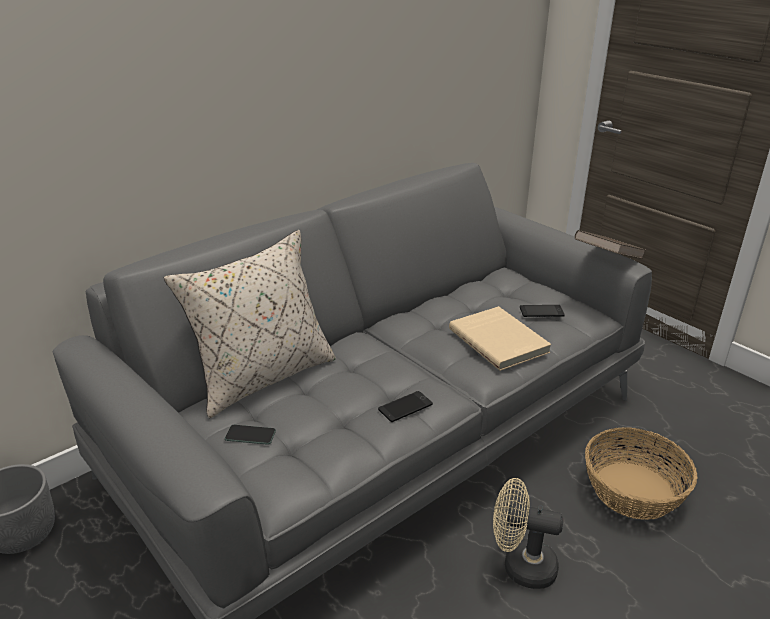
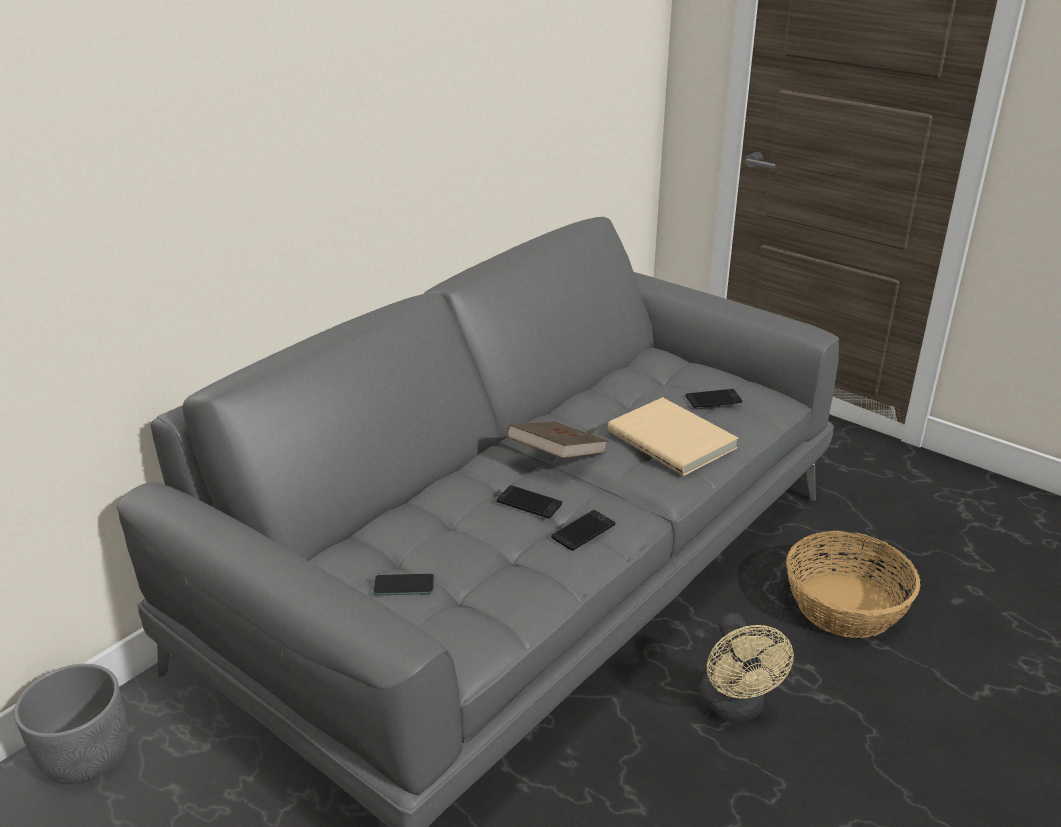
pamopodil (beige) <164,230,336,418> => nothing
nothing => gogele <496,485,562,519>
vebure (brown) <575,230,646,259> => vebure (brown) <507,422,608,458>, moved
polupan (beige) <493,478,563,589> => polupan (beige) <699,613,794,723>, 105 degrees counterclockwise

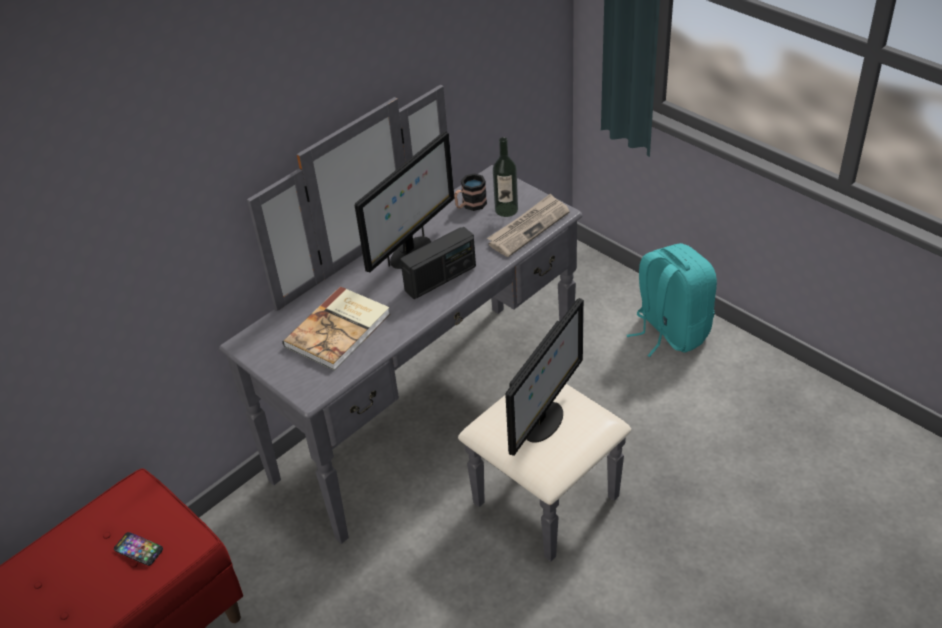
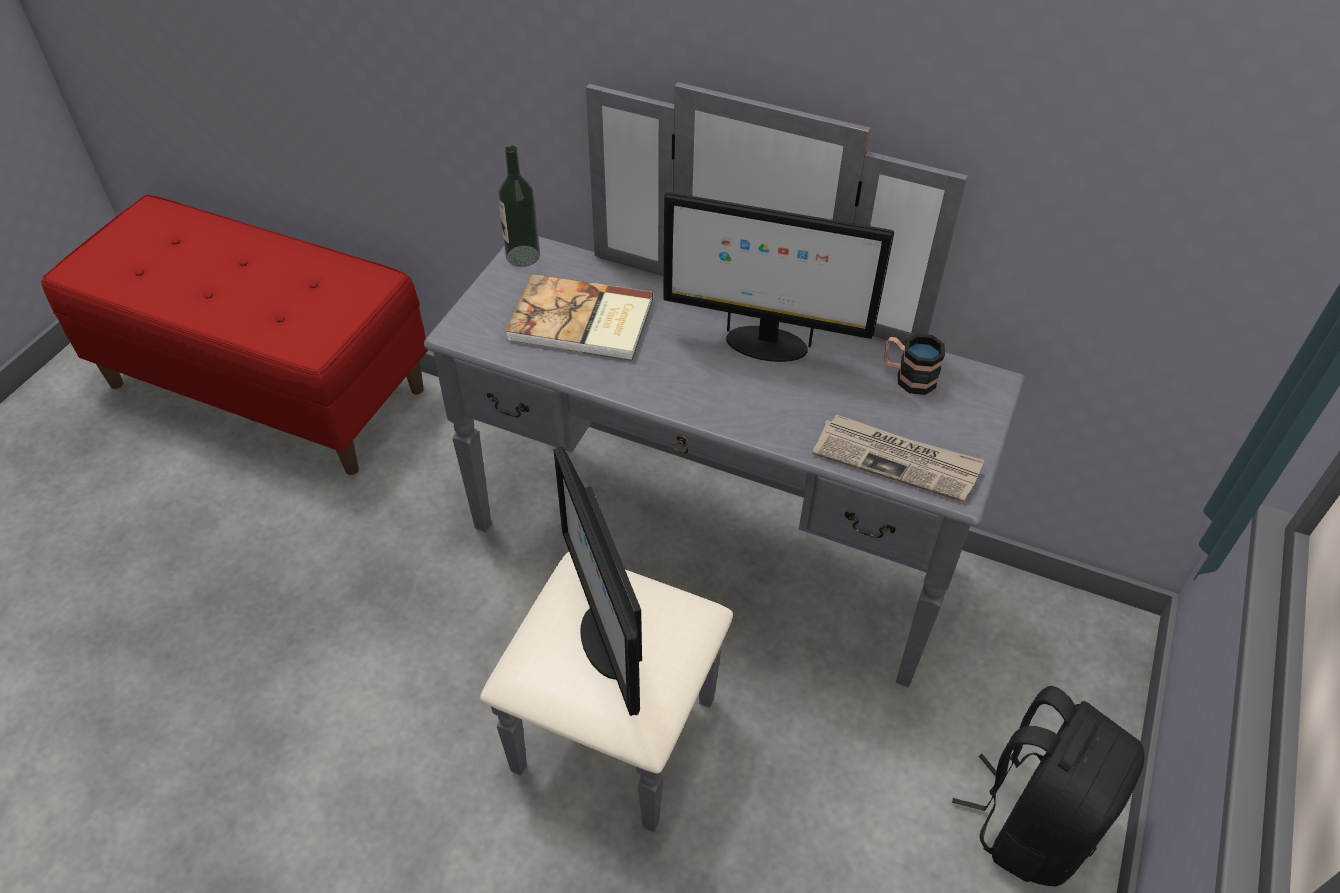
gogele <114,532,163,566> => nothing
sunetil <400,227,476,299> => nothing
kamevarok <493,137,518,217> => kamevarok <498,145,540,267>, moved
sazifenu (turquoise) <626,243,717,357> => sazifenu (black) <952,686,1145,886>
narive <505,298,584,456> => narive <553,447,642,716>, 60 degrees clockwise

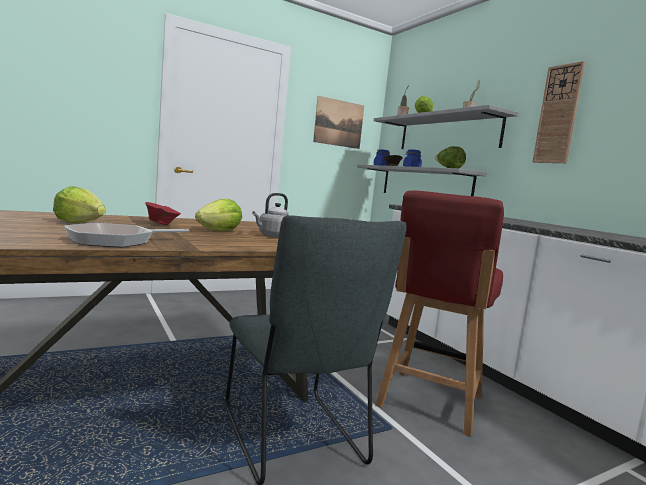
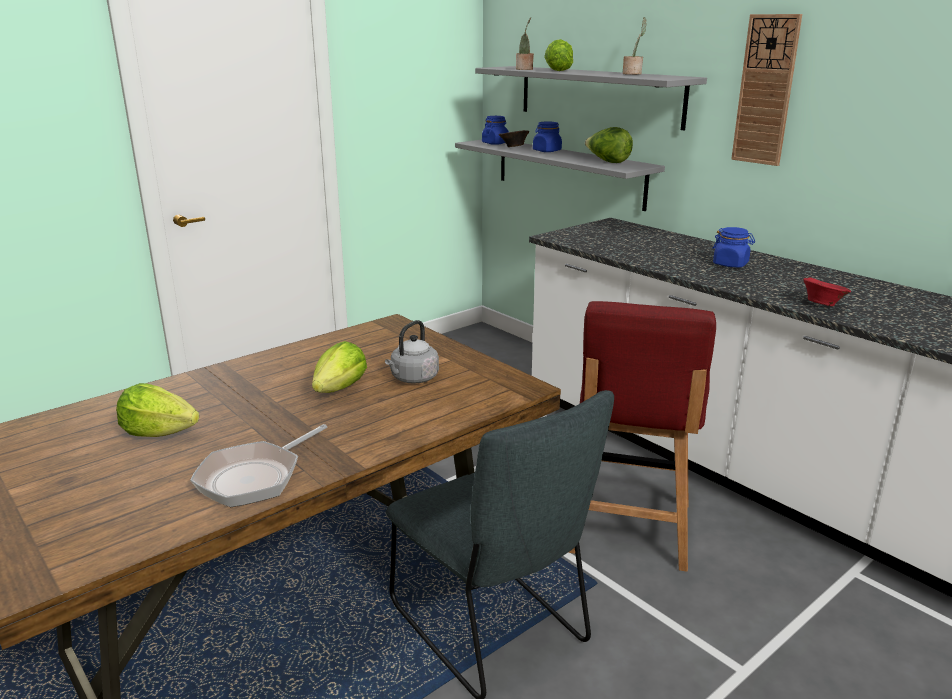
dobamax <313,96,364,149> => nothing
nothing => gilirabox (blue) <712,227,755,268>
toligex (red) <145,202,181,225> => toligex (red) <803,277,851,306>, moved

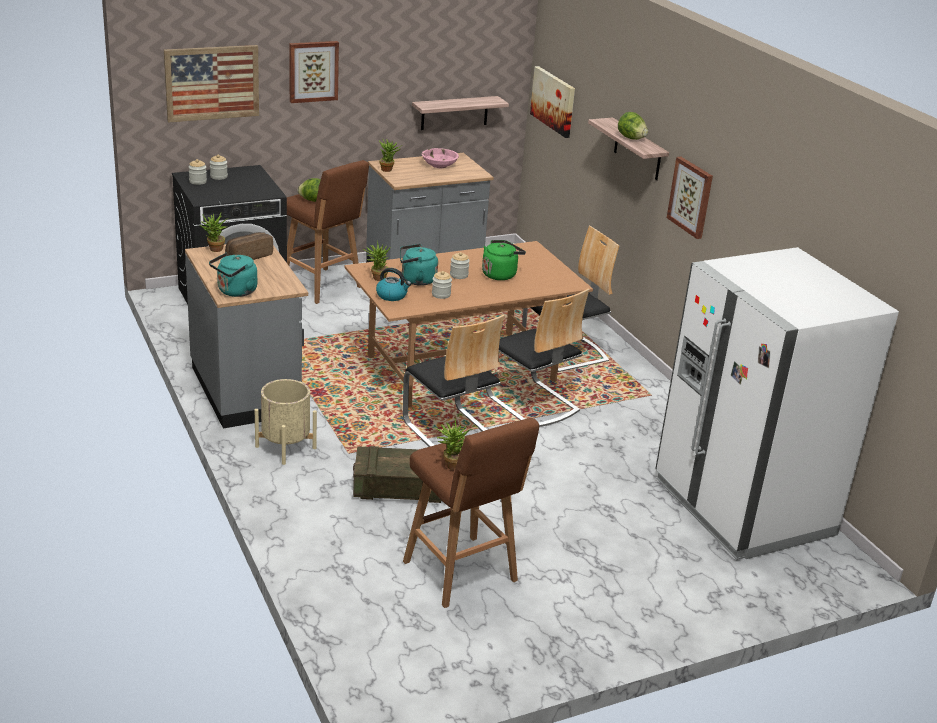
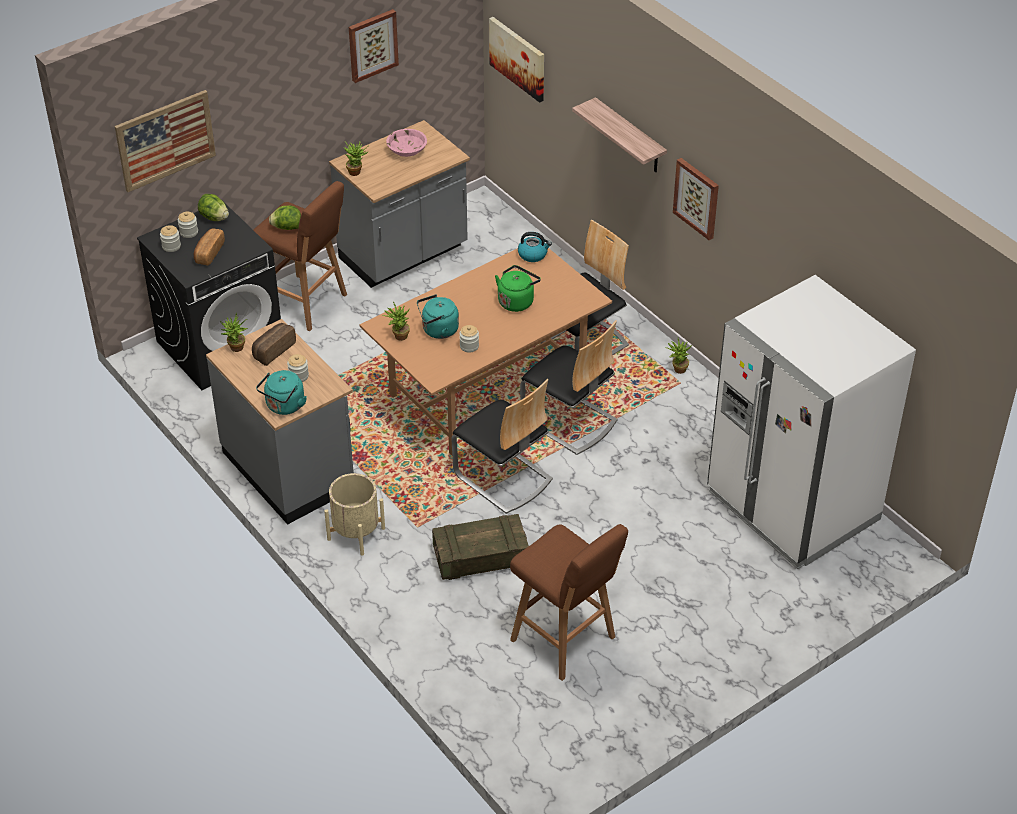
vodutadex <412,96,509,130> => nothing
nothing => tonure <194,228,225,266>
dobamax <289,41,339,103> => dobamax <349,9,399,83>, moved
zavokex <376,268,411,301> => zavokex <518,232,552,262>, moved
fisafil <434,418,469,470> => fisafil <665,337,692,374>, moved
gilirabox <450,252,470,279> => gilirabox <287,354,309,382>, moved
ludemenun <618,112,648,140> => ludemenun <198,194,229,221>, moved

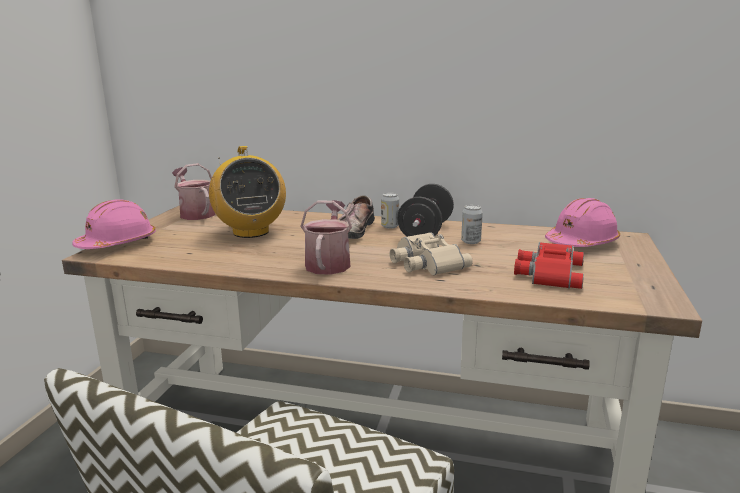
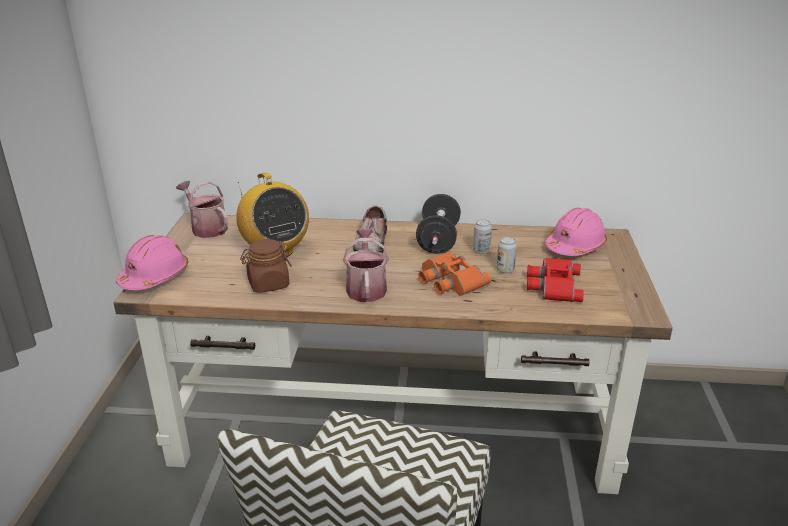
nothing => gilirabox (brown) <240,239,292,293>
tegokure <381,193,399,229> => tegokure <496,237,517,274>, moved
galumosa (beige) <389,232,473,275> => galumosa (orange) <418,251,491,296>

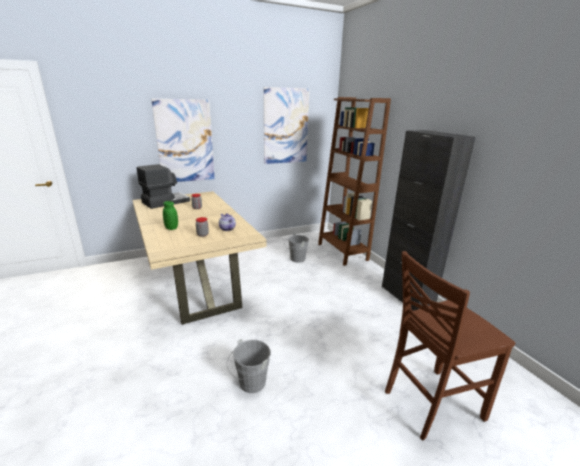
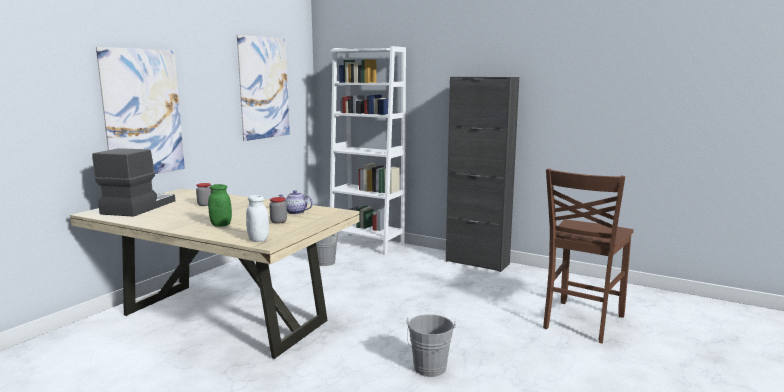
nothing => gilirabox (white) <246,195,269,242>
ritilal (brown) <318,97,391,266> => ritilal (white) <330,46,406,255>

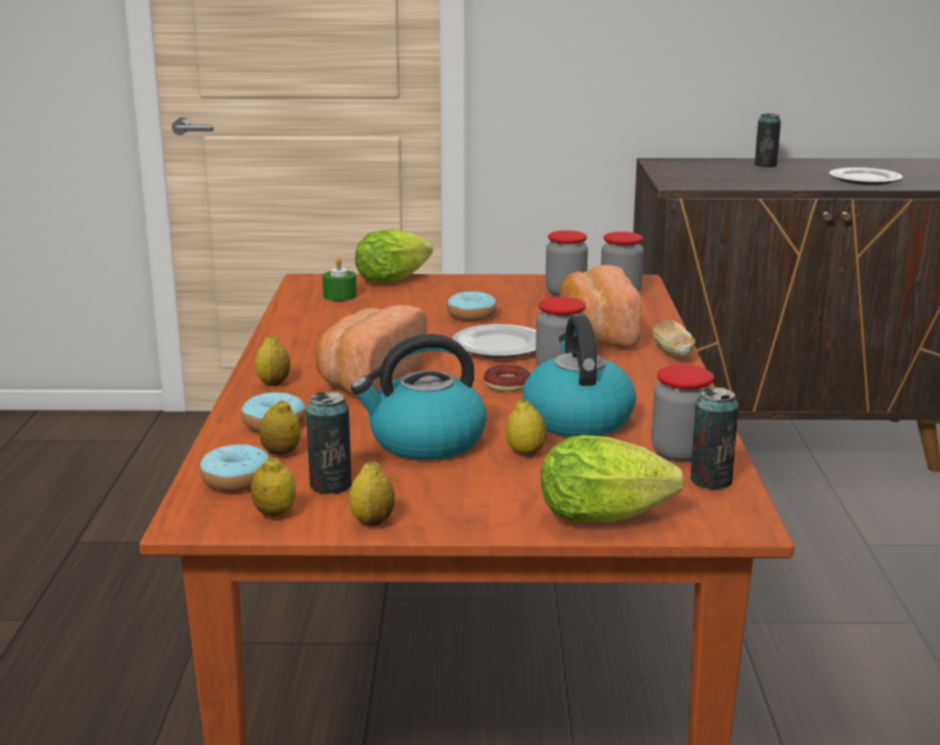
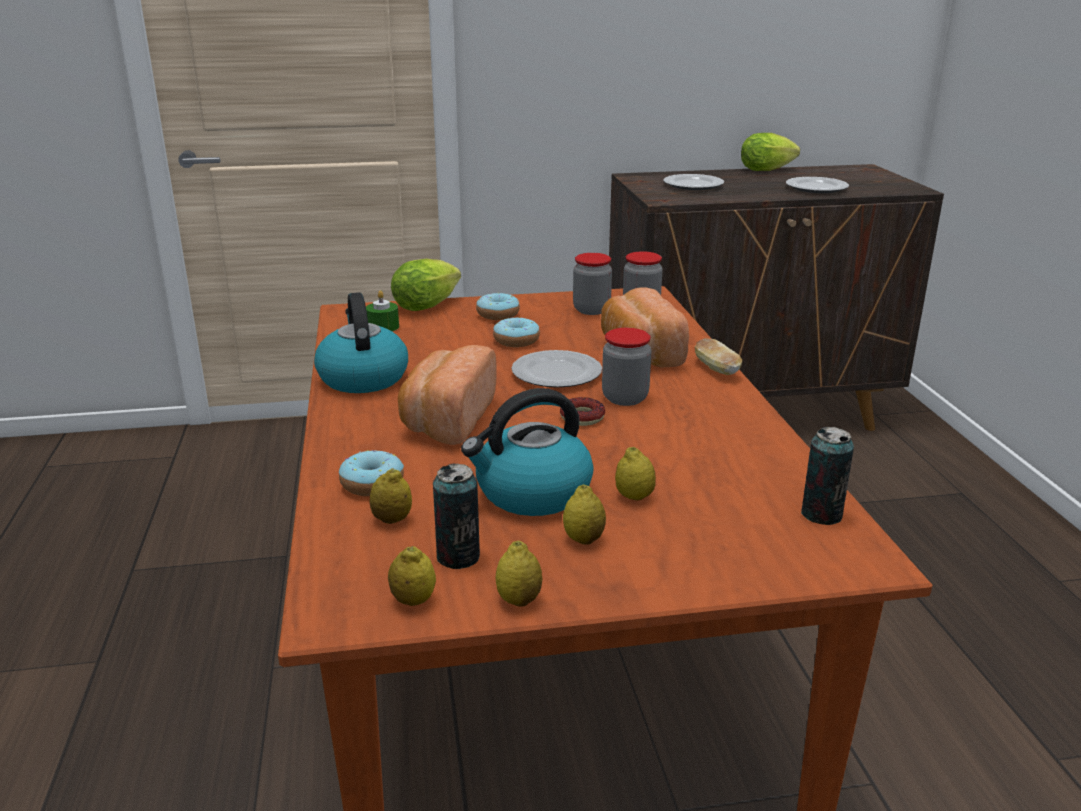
gilirabox <652,365,714,462> => nothing
tegokure <755,113,781,167> => nothing
nothing => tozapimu <663,174,724,190>
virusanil <200,444,269,492> => virusanil <476,293,520,320>, moved
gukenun <255,336,290,386> => gukenun <563,485,606,545>, moved
zavokex <523,316,636,437> => zavokex <314,292,408,393>, moved
ludemenun <541,435,684,523> => ludemenun <741,133,800,171>, moved

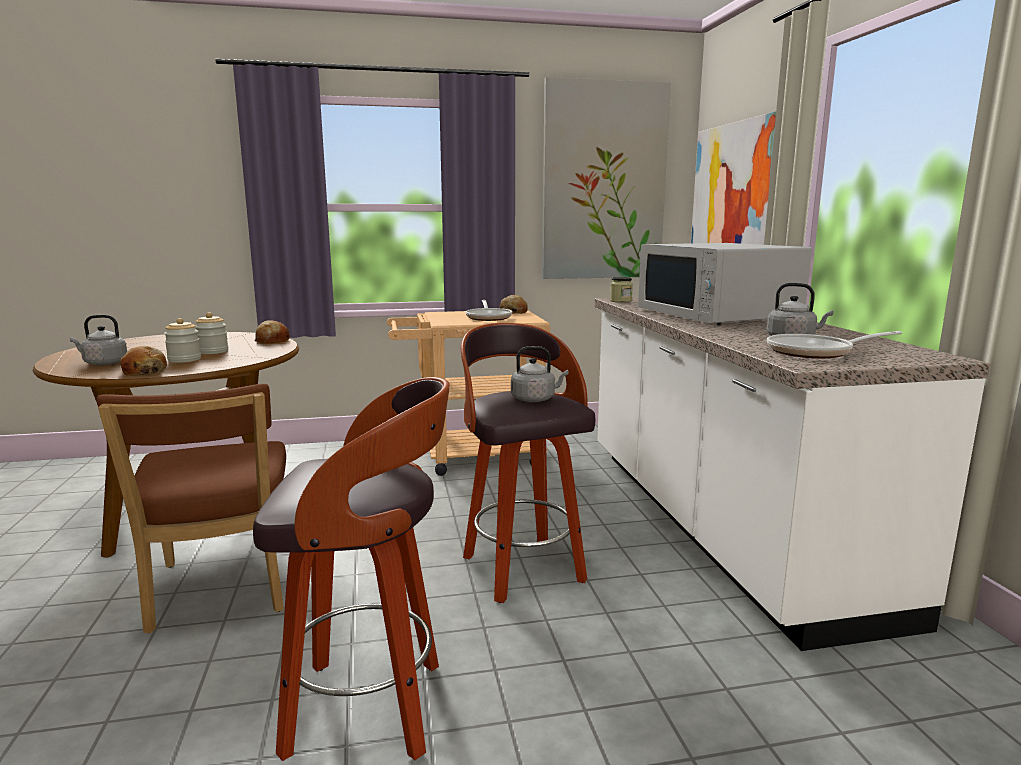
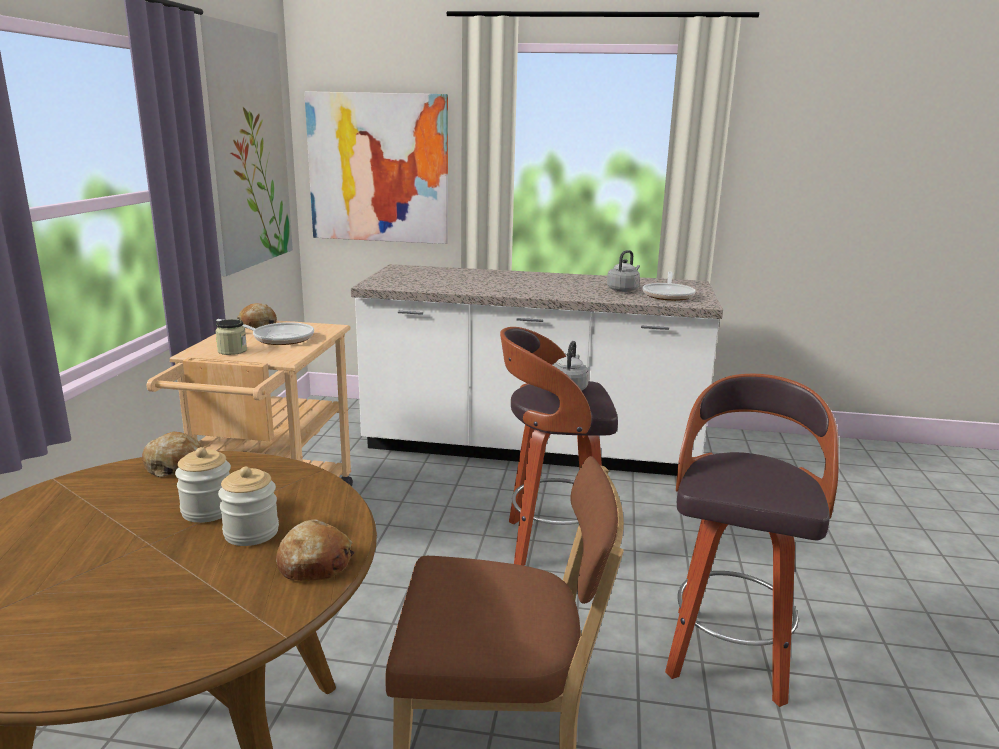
zavokex (grey) <70,315,127,365> => nothing
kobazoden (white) <638,243,812,325> => nothing
gilirabox <610,277,633,303> => gilirabox <216,319,247,355>, moved

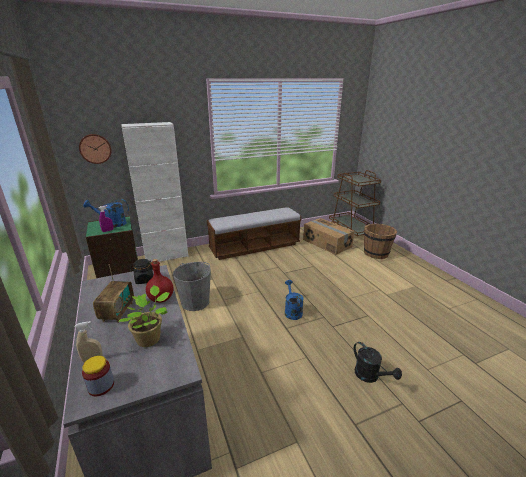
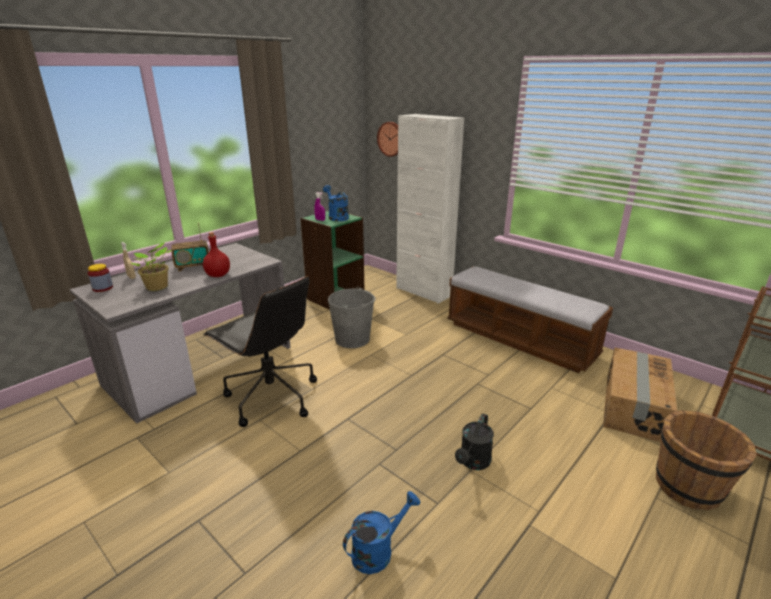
gilirabox (black) <130,259,153,284> => nothing
nothing => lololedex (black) <203,276,317,427>
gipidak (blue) <285,280,304,320> => gipidak (blue) <343,491,420,574>, moved
gipidak (black) <354,342,402,383> => gipidak (black) <455,414,494,470>, moved

